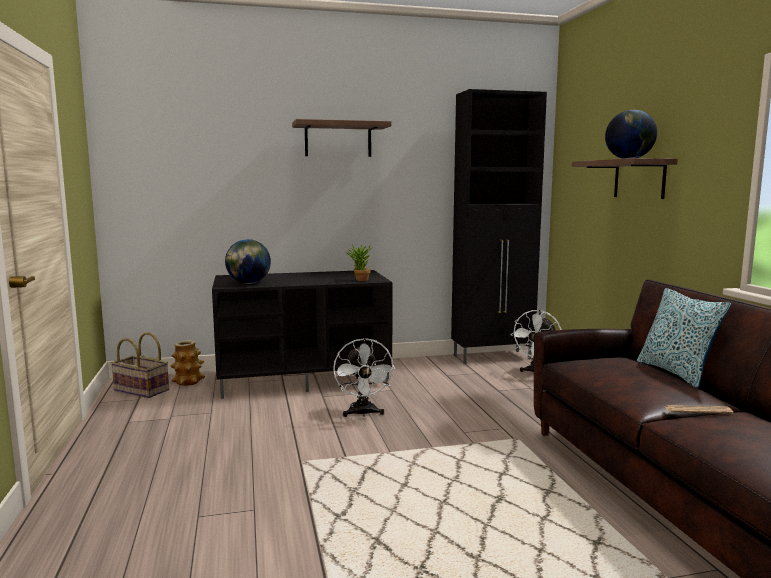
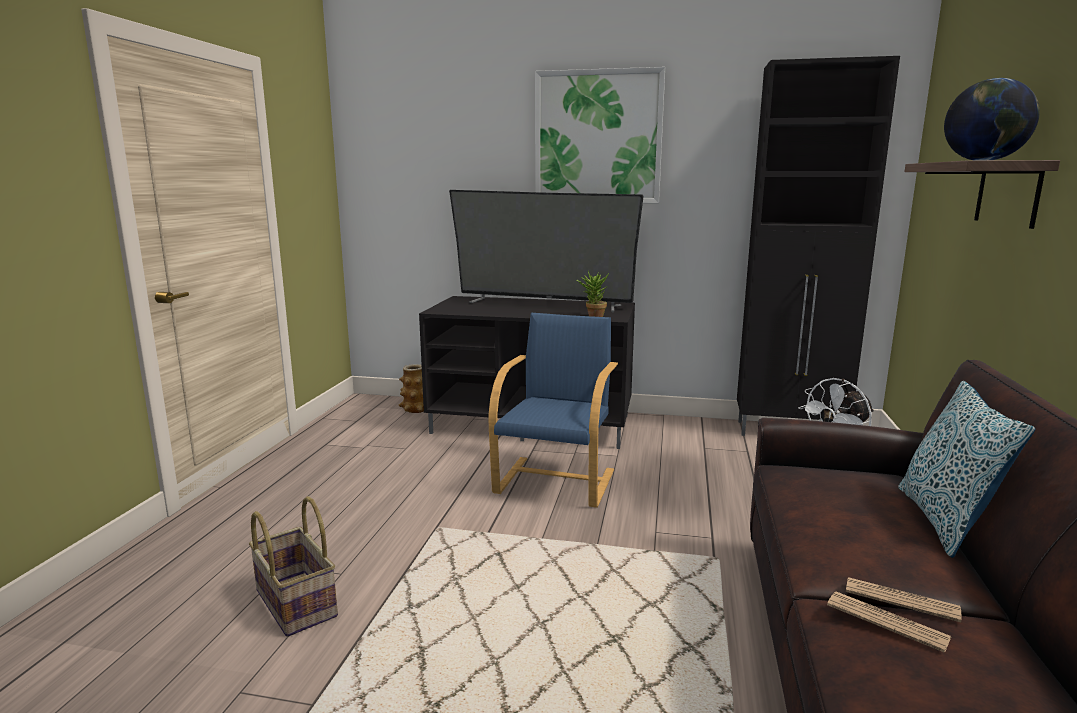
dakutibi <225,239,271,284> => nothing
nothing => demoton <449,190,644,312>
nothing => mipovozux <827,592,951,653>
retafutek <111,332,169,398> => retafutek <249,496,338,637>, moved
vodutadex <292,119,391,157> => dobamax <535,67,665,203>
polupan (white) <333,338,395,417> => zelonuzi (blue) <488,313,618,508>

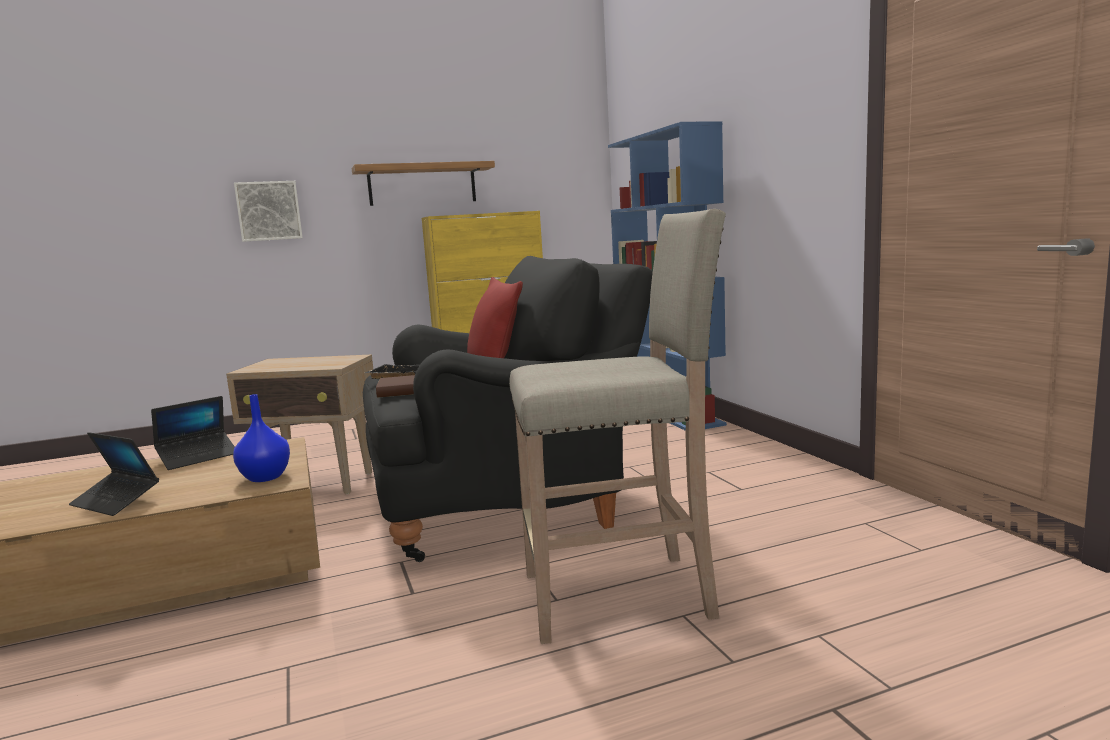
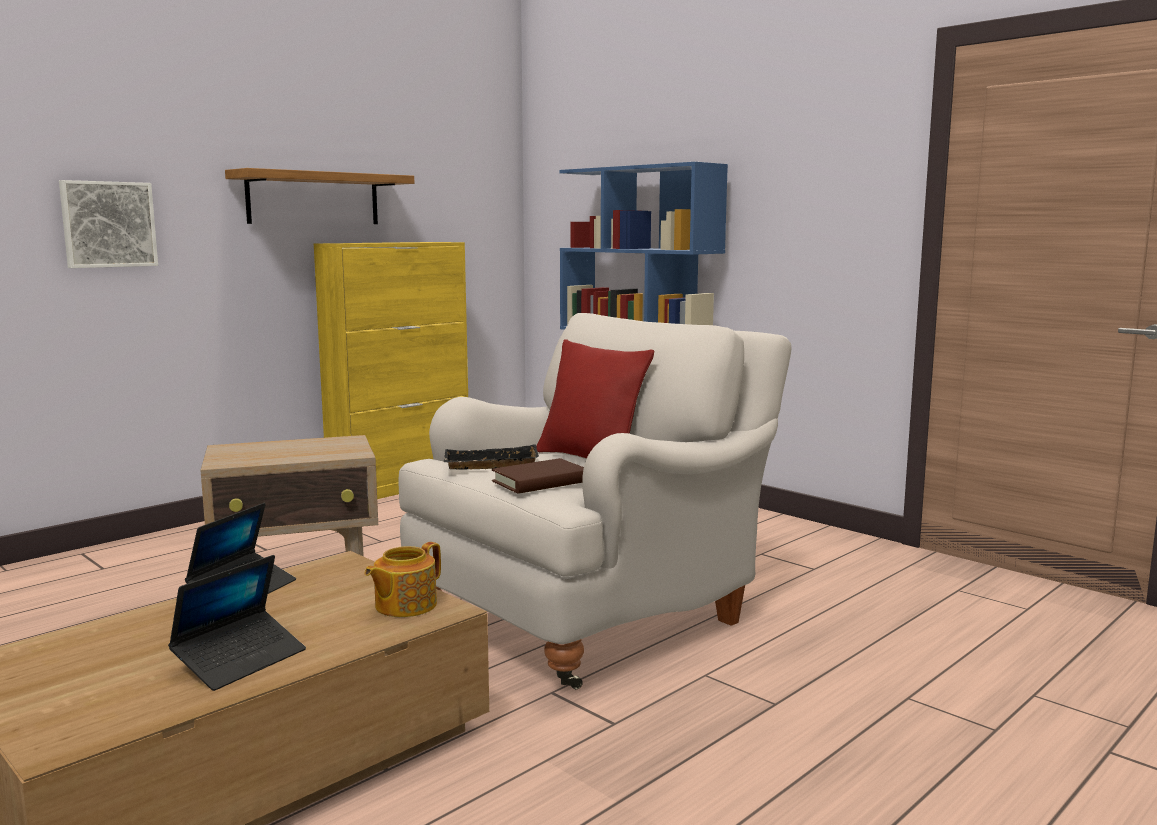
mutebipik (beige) <509,209,726,644> => nothing
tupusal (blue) <233,394,290,482> => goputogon <365,542,441,617>
zelonuzi (black) <363,256,653,562> => zelonuzi (white) <399,313,791,689>
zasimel <69,432,159,516> => zasimel <168,555,306,691>, 60 degrees counterclockwise

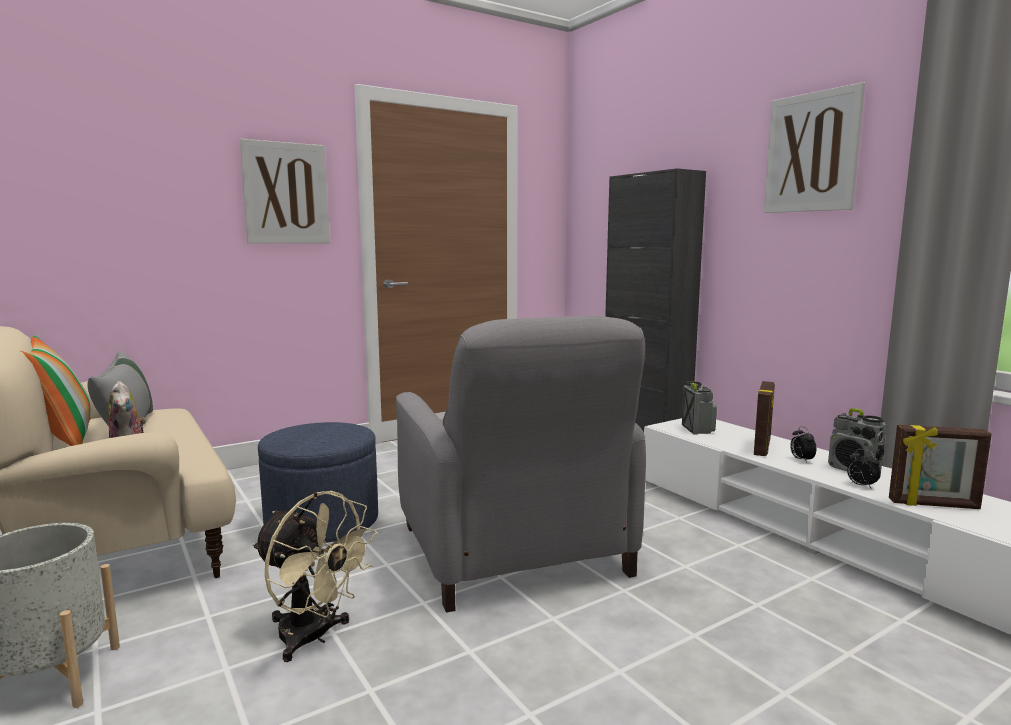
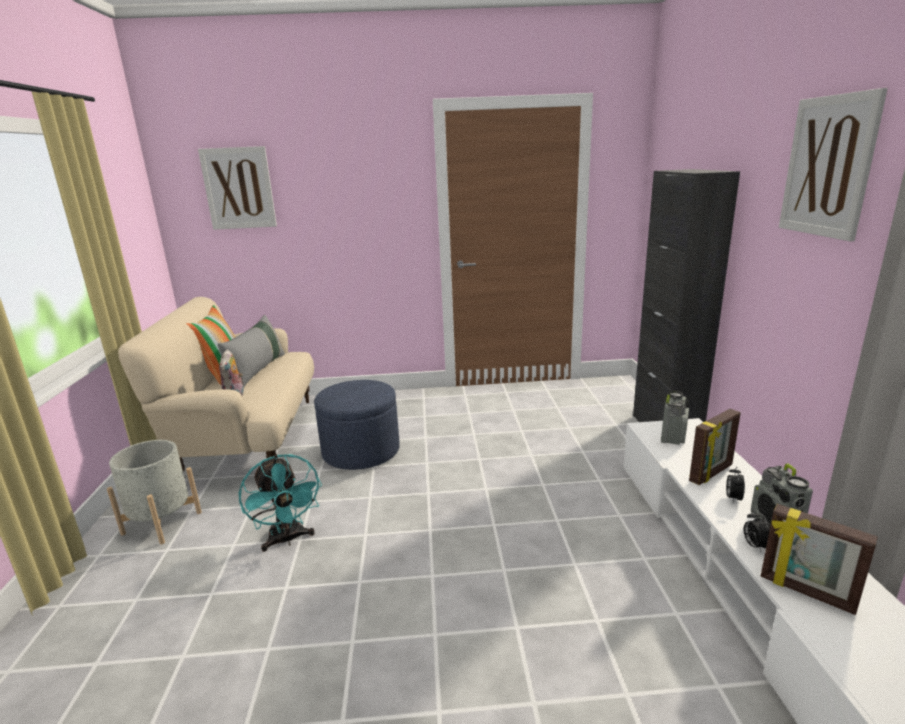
zelonuzi (grey) <396,316,646,613> => nothing
dobamax <240,139,330,244> => dobamax <198,146,277,230>, moved
polupan (beige) <253,491,377,662> => polupan (turquoise) <239,454,322,552>

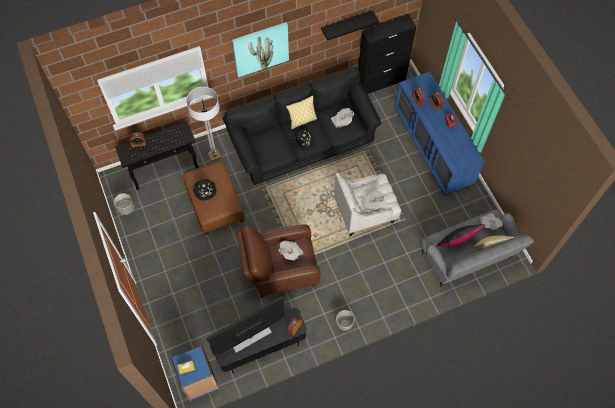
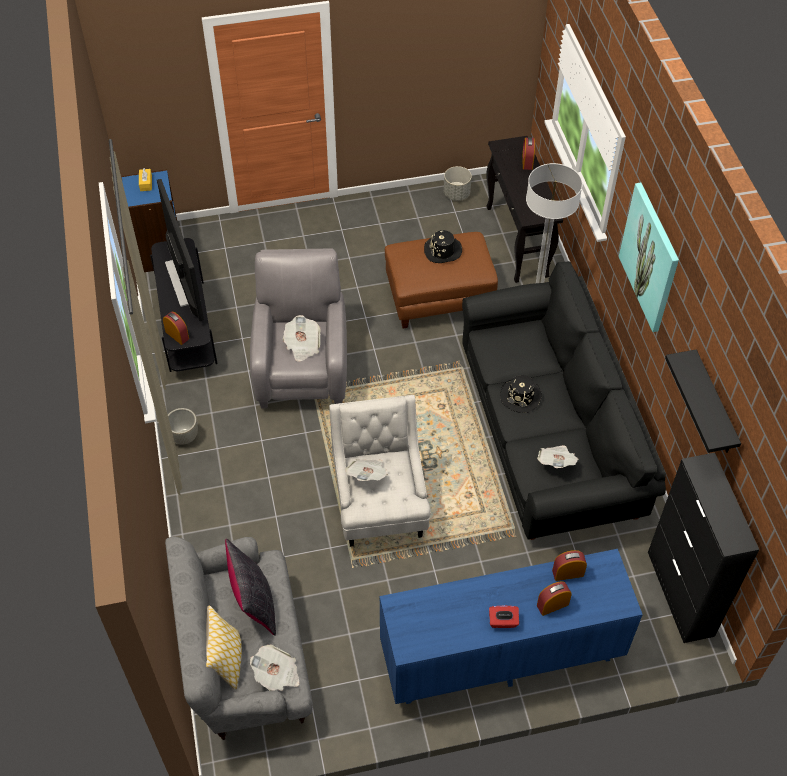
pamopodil <286,95,317,129> => nothing
zelonuzi (brown) <236,225,321,298> => zelonuzi (grey) <250,248,347,408>

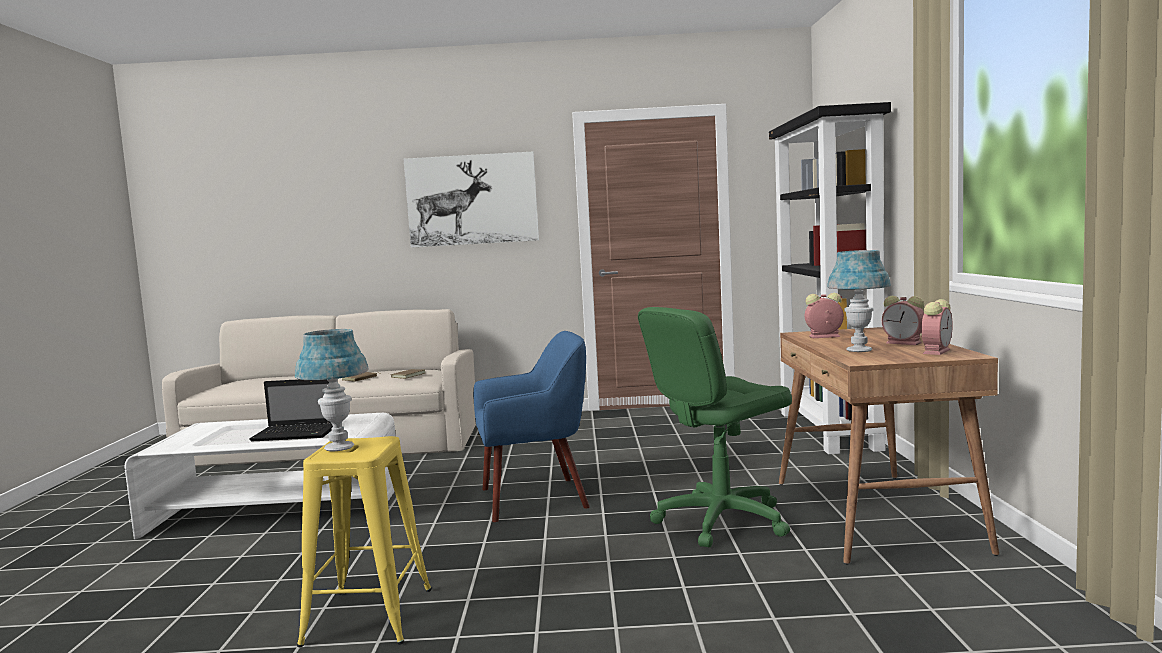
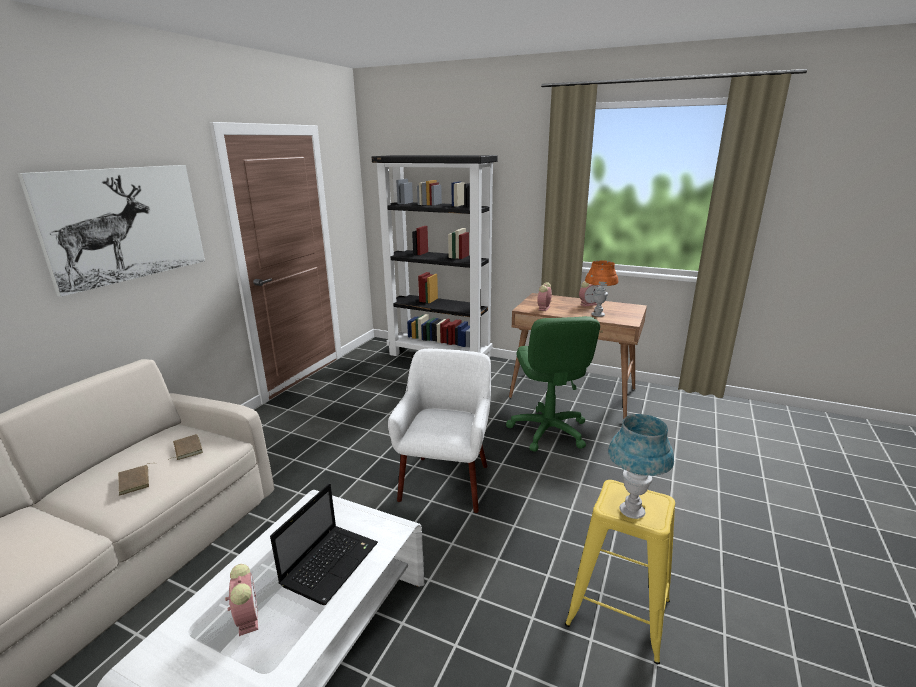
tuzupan <921,299,953,355> => tuzupan <225,564,258,636>, moved
zelonuzi (blue) <473,331,590,522> => zelonuzi (white) <388,349,491,513>
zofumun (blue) <827,250,891,352> => zofumun (orange) <585,260,618,317>

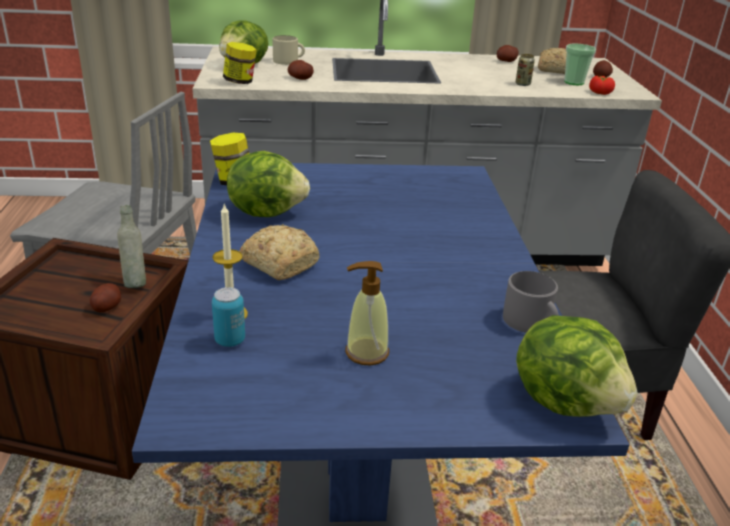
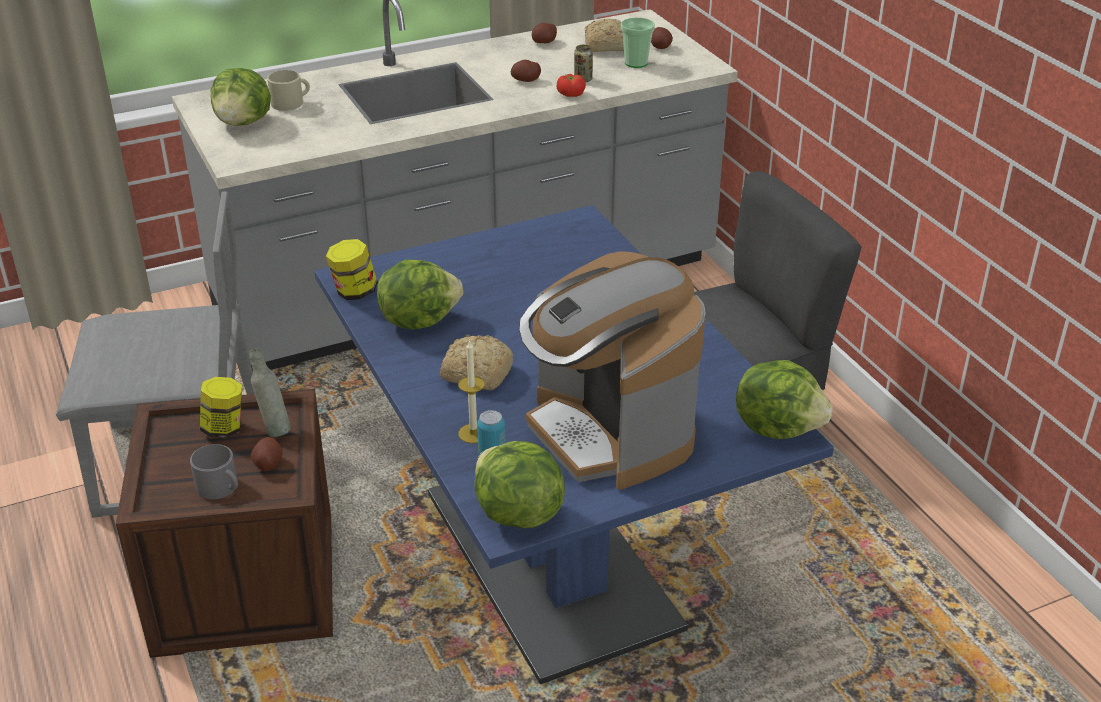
nothing => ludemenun <474,441,565,528>
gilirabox <223,42,257,84> => gilirabox <200,377,242,438>, moved
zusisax <288,60,314,80> => zusisax <511,60,541,82>, moved
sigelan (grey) <503,271,559,333> => sigelan (grey) <190,444,238,499>, moved
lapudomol <589,76,615,95> => lapudomol <557,74,586,97>, moved
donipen <345,261,389,366> => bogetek <519,251,706,490>

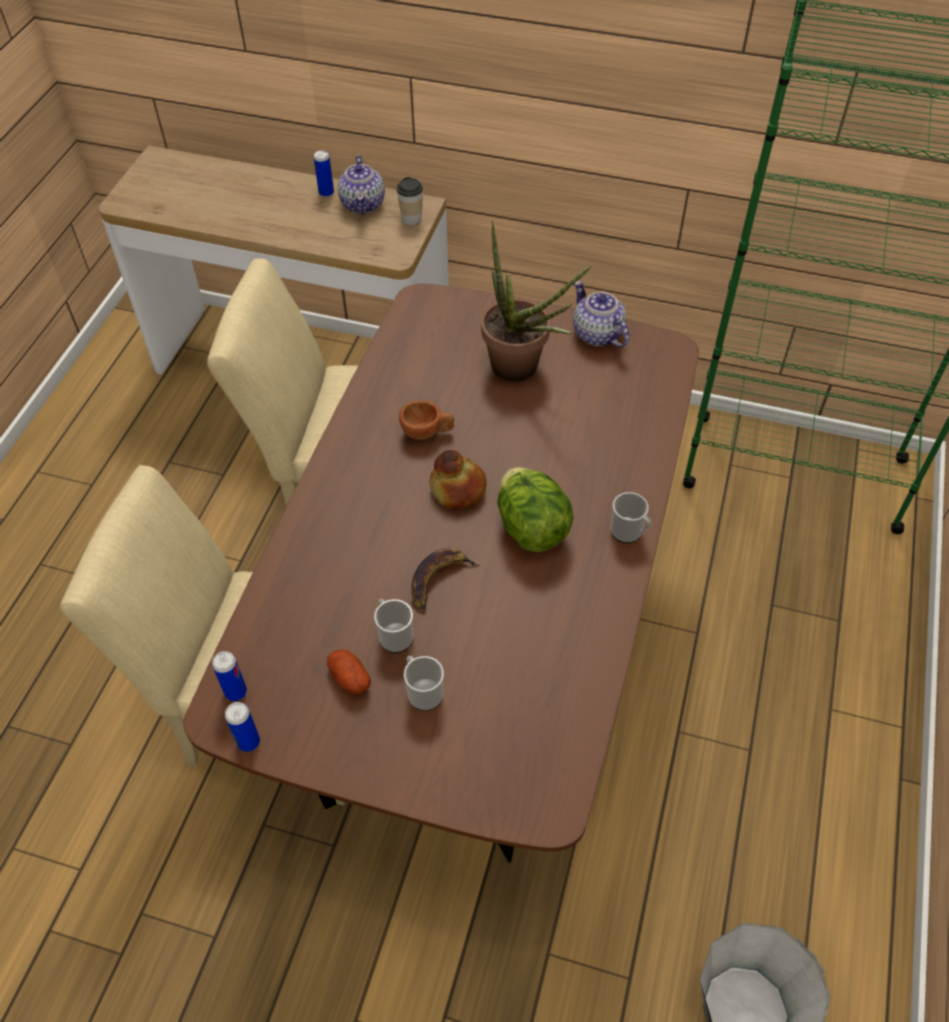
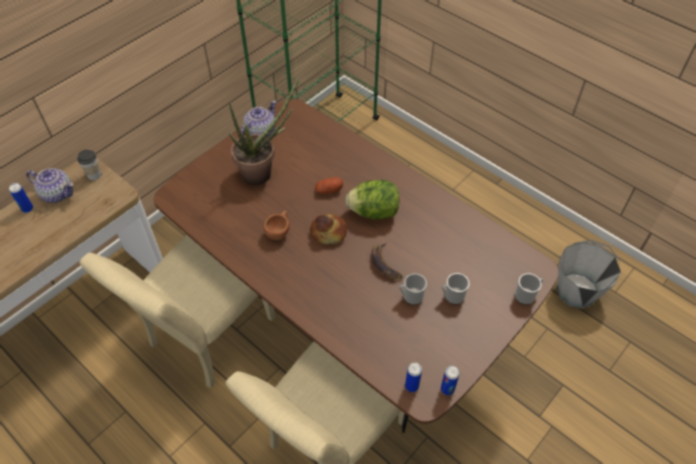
zusisax <327,649,371,694> => zusisax <315,177,343,194>, moved
sigelan <610,492,652,543> => sigelan <515,273,544,305>, moved
goputogon <573,281,629,348> => goputogon <241,100,277,137>, 135 degrees clockwise

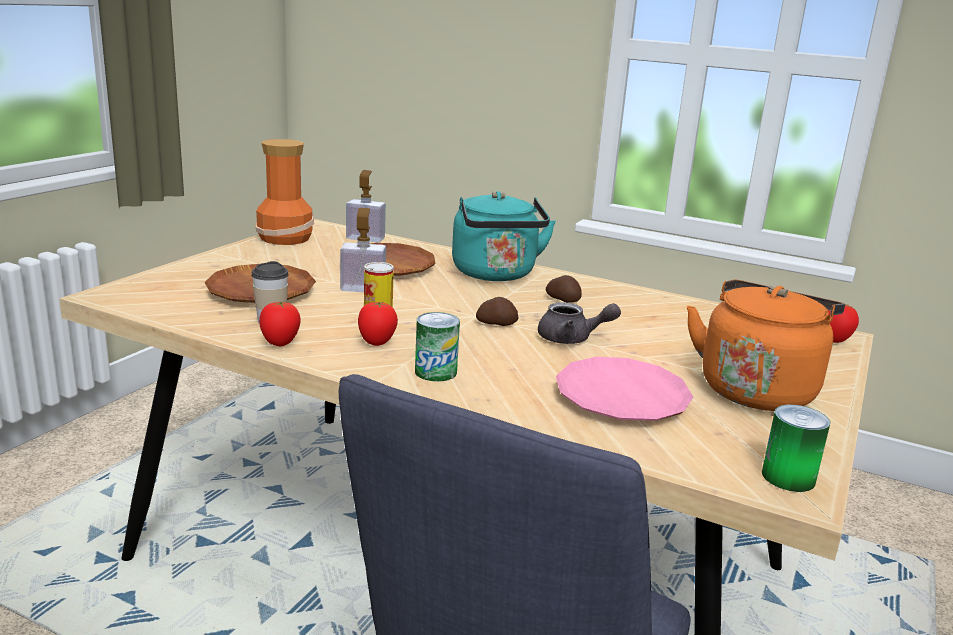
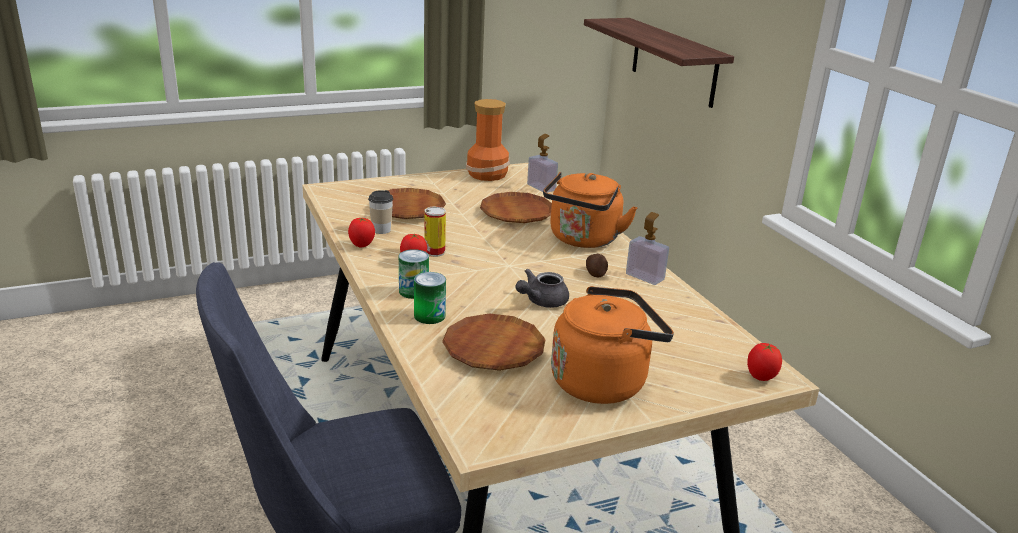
zusisax <476,297,519,326> => nothing
nothing => vodutadex <584,18,734,108>
donipen <340,208,386,292> => donipen <626,212,669,285>, moved
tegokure <762,405,830,492> => tegokure <414,272,446,324>, moved
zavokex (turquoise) <452,191,556,281> => zavokex (orange) <543,172,638,248>
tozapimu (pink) <556,357,693,421> => tozapimu (brown) <442,314,546,371>
goputogon (grey) <538,302,621,344> => goputogon (grey) <516,269,569,308>, 90 degrees clockwise

